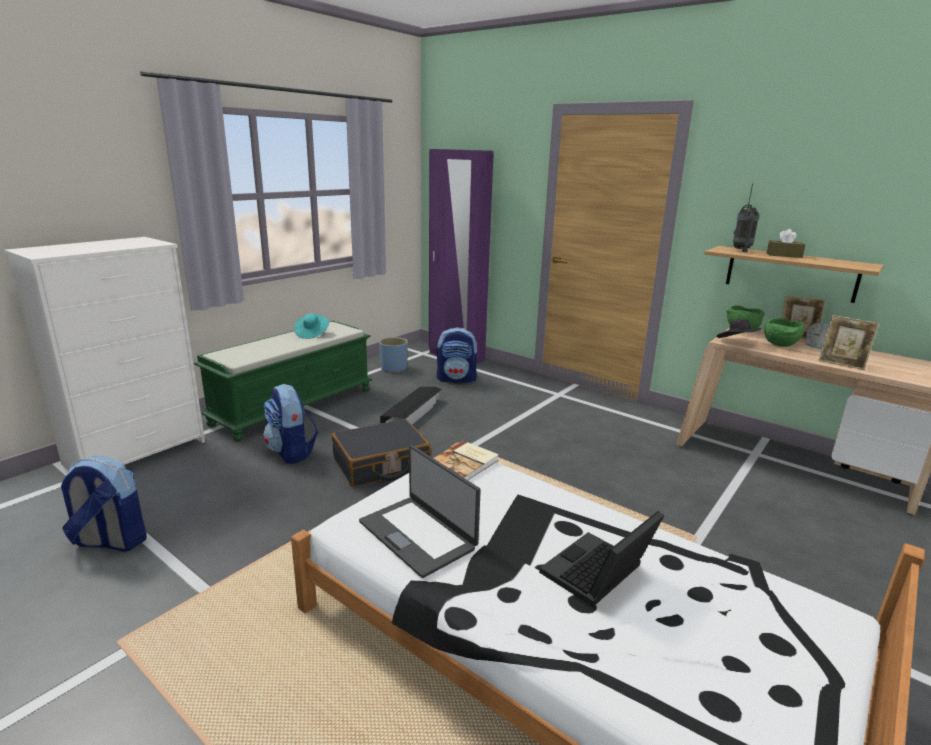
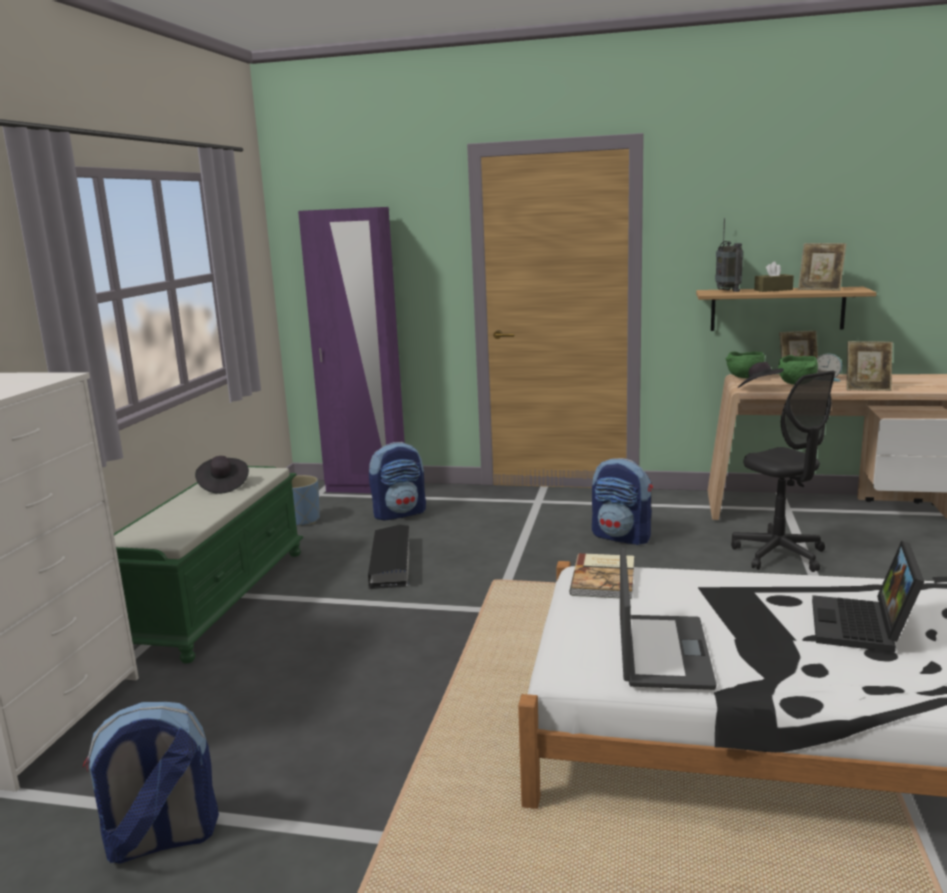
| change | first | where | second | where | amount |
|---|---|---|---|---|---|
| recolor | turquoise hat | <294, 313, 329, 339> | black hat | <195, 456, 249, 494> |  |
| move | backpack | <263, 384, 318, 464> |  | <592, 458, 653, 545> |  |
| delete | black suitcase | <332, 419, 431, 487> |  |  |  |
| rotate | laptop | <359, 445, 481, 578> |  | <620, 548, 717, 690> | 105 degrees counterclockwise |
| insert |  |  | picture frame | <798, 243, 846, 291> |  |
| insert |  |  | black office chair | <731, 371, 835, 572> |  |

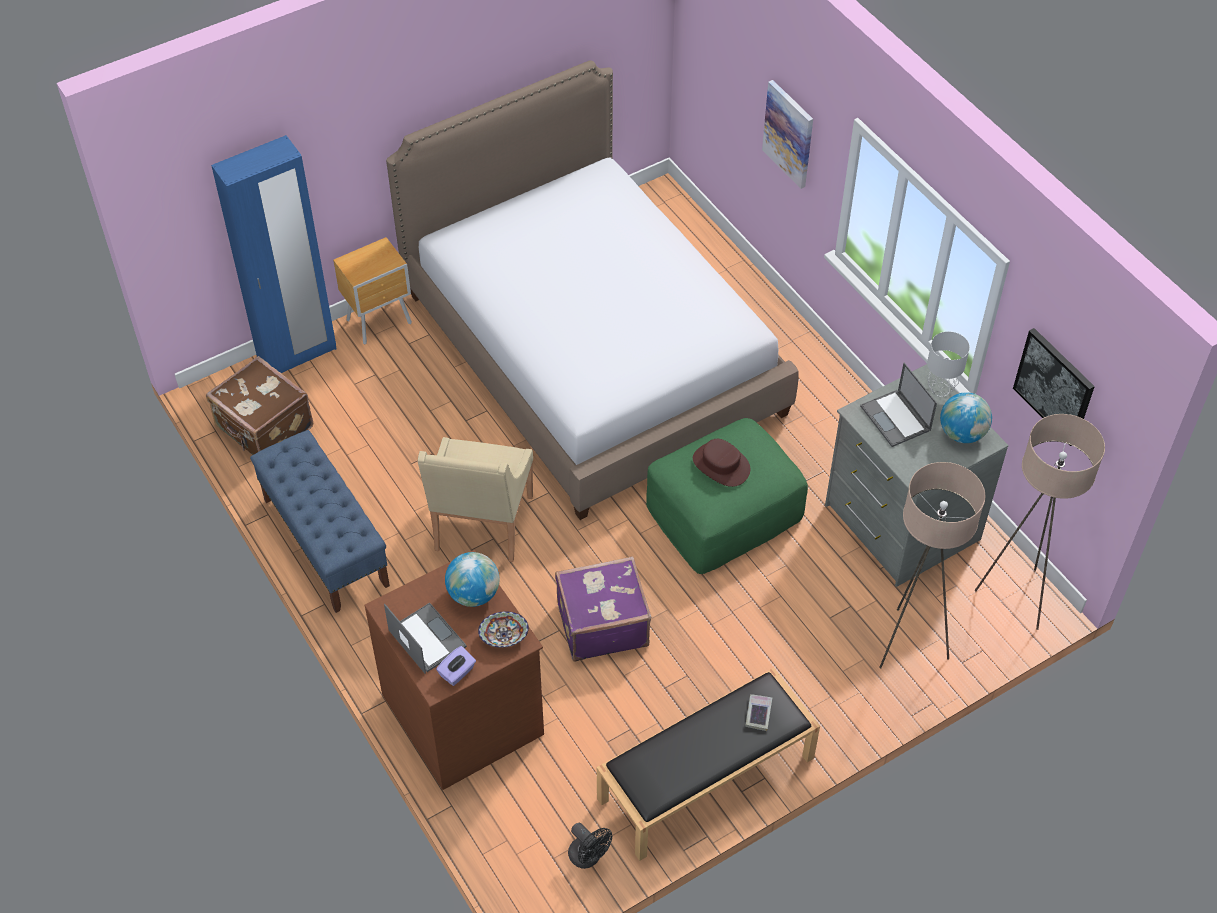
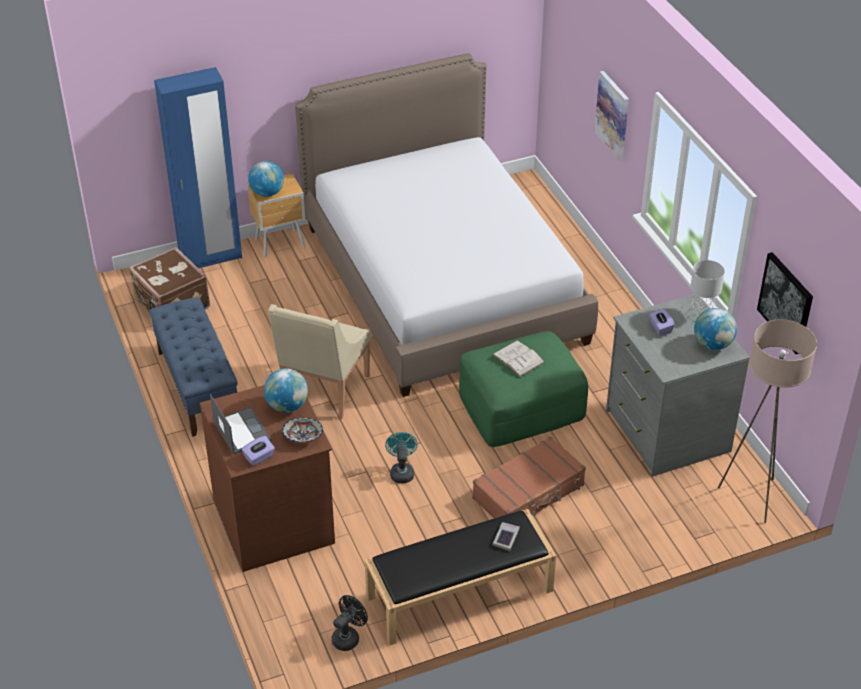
| change | first | where | second | where | amount |
|---|---|---|---|---|---|
| replace | laptop | <860, 363, 937, 447> | purple tissue box | <649, 308, 675, 335> |  |
| replace | brown hat | <693, 439, 750, 487> | white book | <492, 340, 545, 377> |  |
| delete | beige floor lamp | <879, 462, 985, 669> |  |  |  |
| replace | purple suitcase | <555, 556, 651, 661> | turquoise fan | <385, 432, 418, 483> |  |
| rotate | black fan | <568, 823, 612, 869> |  | <331, 595, 368, 651> | 105 degrees counterclockwise |
| insert |  |  | globe | <248, 161, 284, 197> |  |
| insert |  |  | brown suitcase | <472, 436, 586, 518> |  |

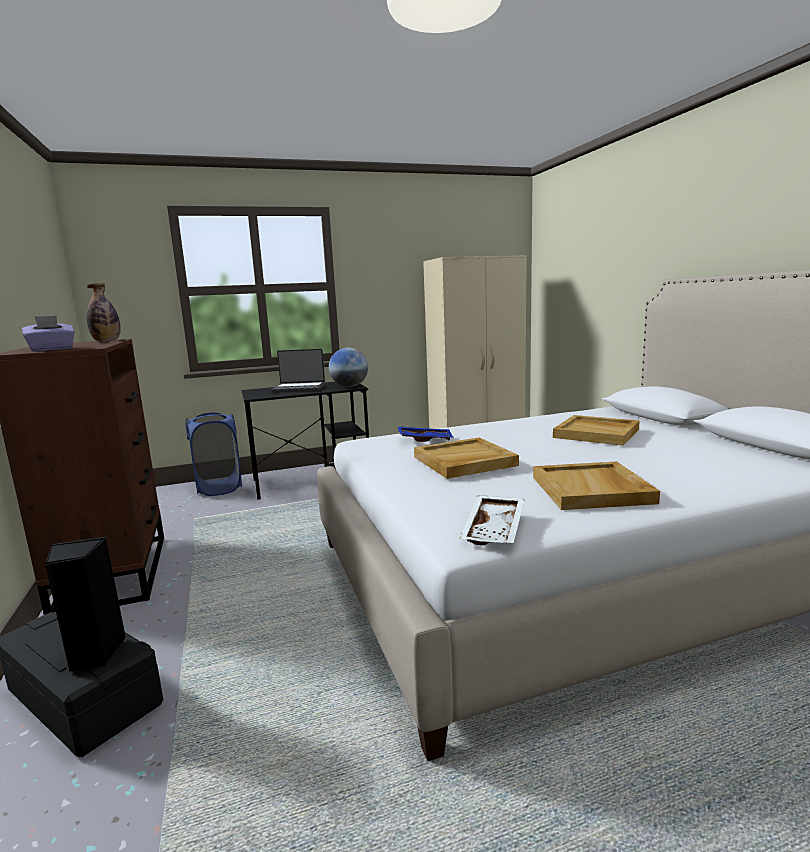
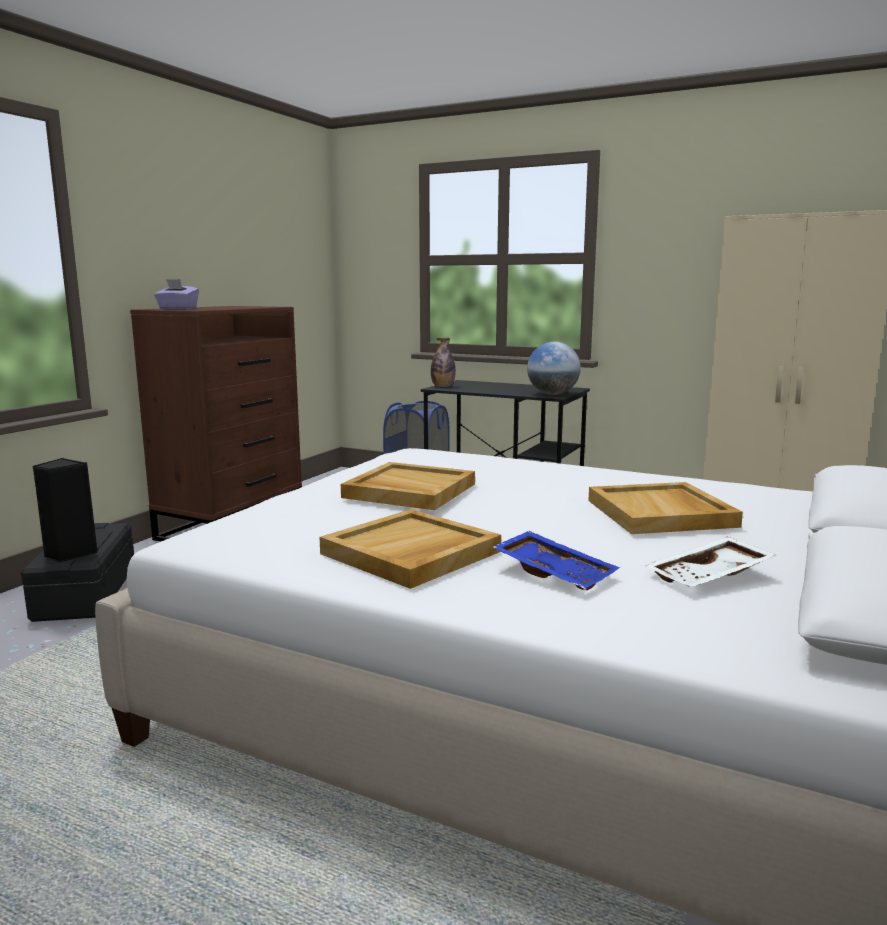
| change | first | where | second | where | amount |
|---|---|---|---|---|---|
| move | bottle | <86, 283, 121, 342> |  | <431, 338, 456, 387> |  |
| delete | laptop | <271, 349, 325, 393> |  |  |  |
| move | blue tray | <398, 426, 454, 442> |  | <493, 531, 620, 590> |  |
| move | white tray | <459, 495, 525, 545> |  | <645, 537, 777, 587> |  |

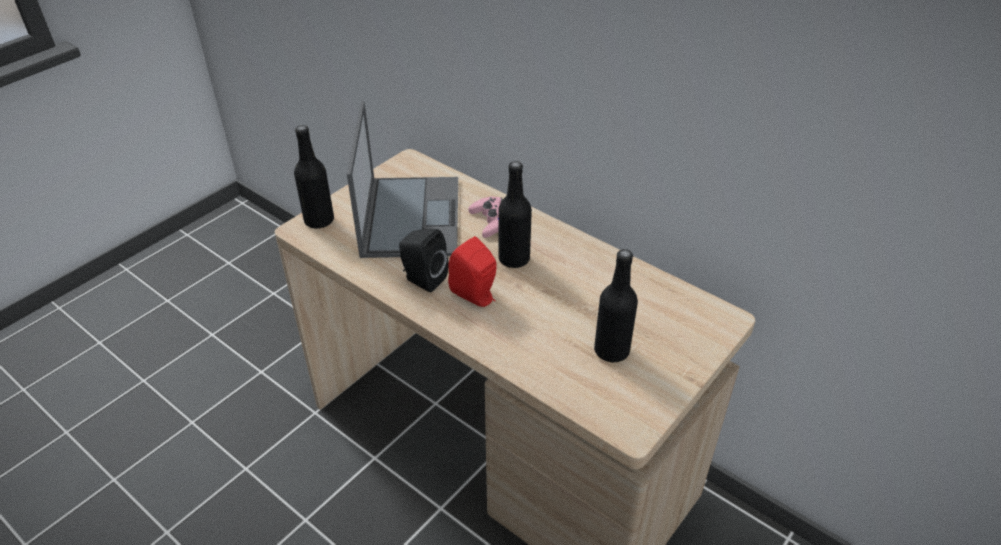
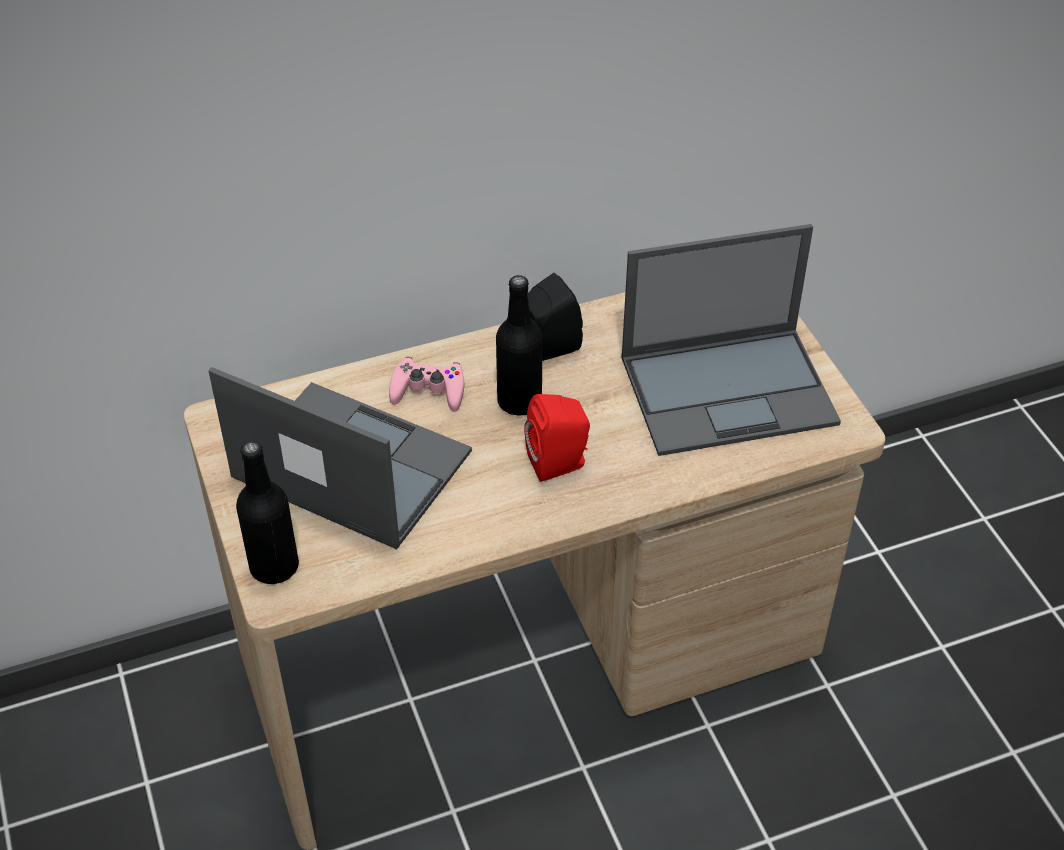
| change | first | where | second | where | amount |
|---|---|---|---|---|---|
| move | black speaker | <399, 229, 449, 293> |  | <528, 273, 583, 361> |  |
| replace | black bottle | <594, 249, 638, 362> | laptop | <621, 224, 841, 456> |  |

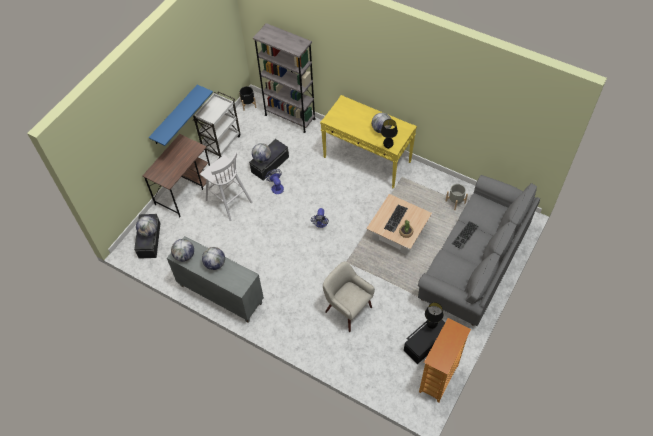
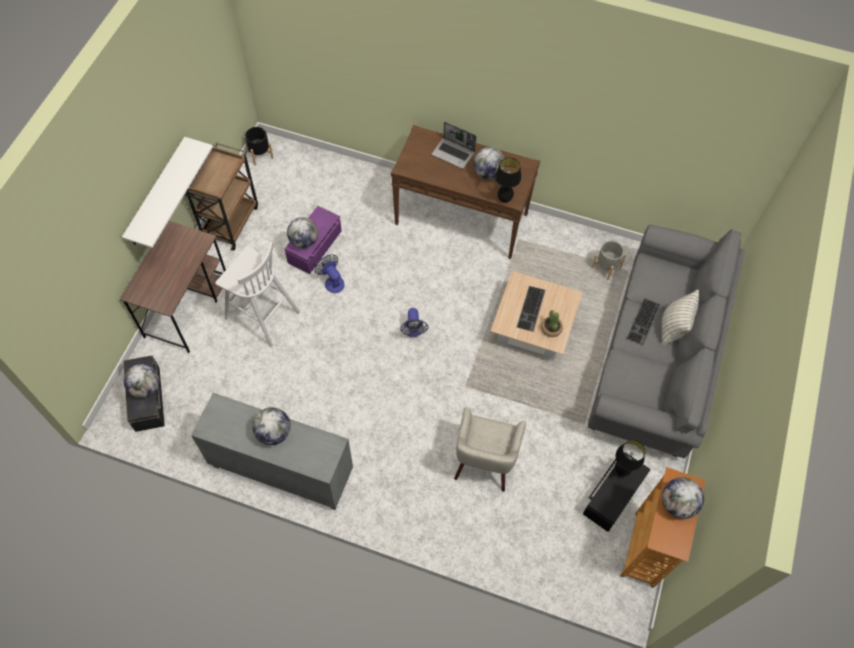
| change | first | where | second | where | amount |
|---|---|---|---|---|---|
| delete | grey bookcase | <253, 23, 316, 133> |  |  |  |
| recolor | blue shelf | <149, 85, 213, 146> | white shelf | <122, 137, 213, 248> |  |
| recolor | white cart | <193, 92, 240, 159> | brown cart | <185, 142, 258, 250> |  |
| recolor | yellow console table | <320, 95, 417, 189> | brown console table | <391, 125, 540, 259> |  |
| recolor | black storage box | <249, 139, 289, 181> | purple storage box | <285, 206, 342, 274> |  |
| move | globe | <171, 239, 194, 262> |  | <662, 477, 704, 519> |  |
| rotate | beige armchair | <323, 261, 375, 332> |  | <454, 407, 526, 492> | 105 degrees counterclockwise |
| insert |  |  | laptop | <432, 122, 477, 169> |  |
| insert |  |  | pillow | <661, 290, 699, 346> |  |

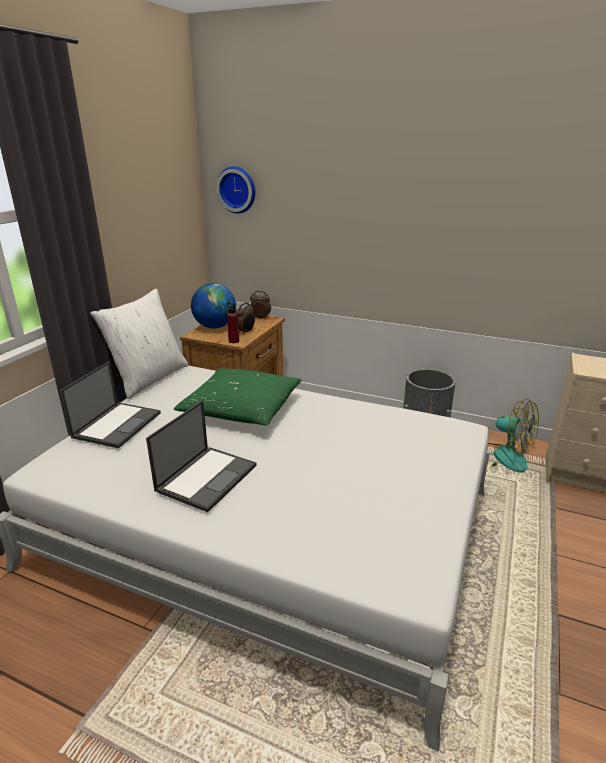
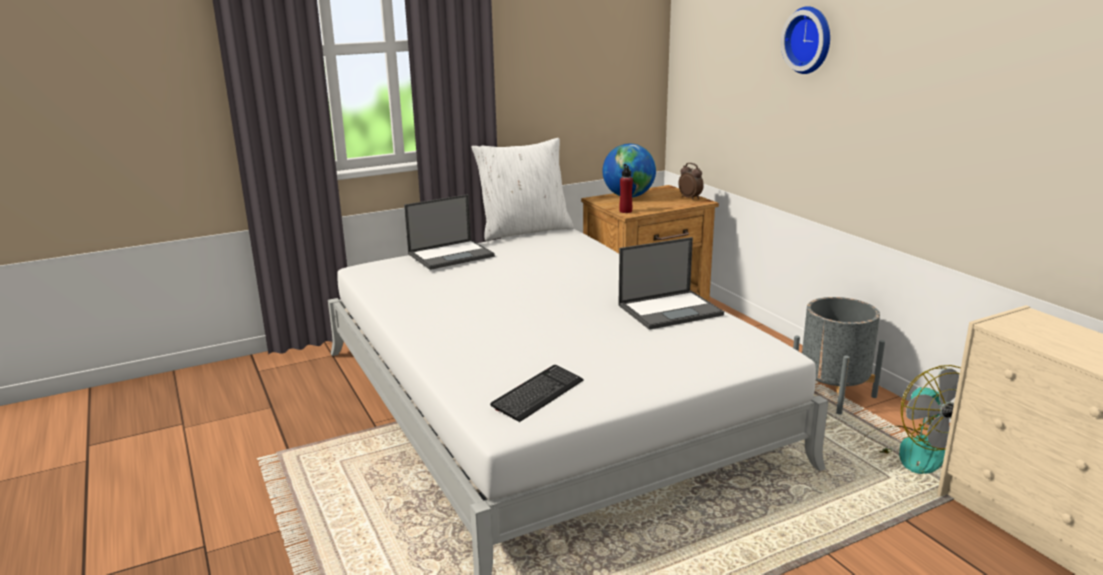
| change | first | where | second | where | amount |
|---|---|---|---|---|---|
| move | wall clock | <216, 166, 256, 214> |  | <781, 6, 830, 74> |  |
| delete | alarm clock | <236, 303, 255, 335> |  |  |  |
| delete | green pillow | <174, 368, 301, 425> |  |  |  |
| move | laptop | <146, 400, 257, 512> |  | <618, 237, 724, 330> |  |
| insert |  |  | keyboard | <490, 365, 584, 422> |  |

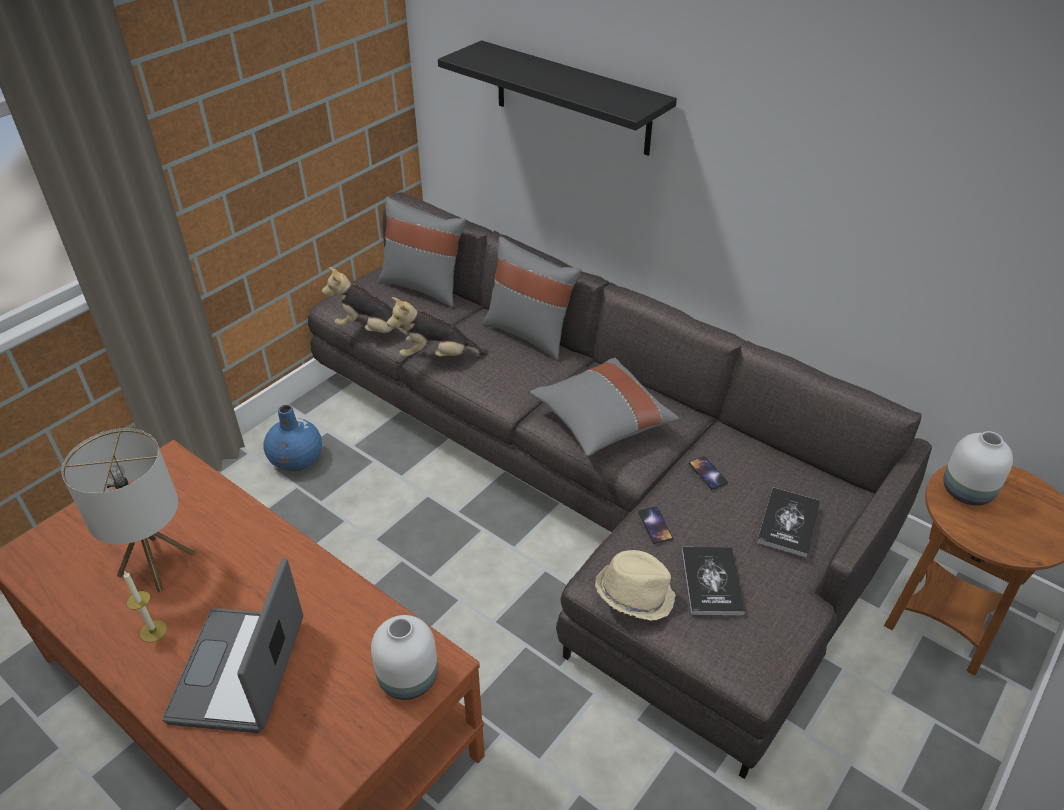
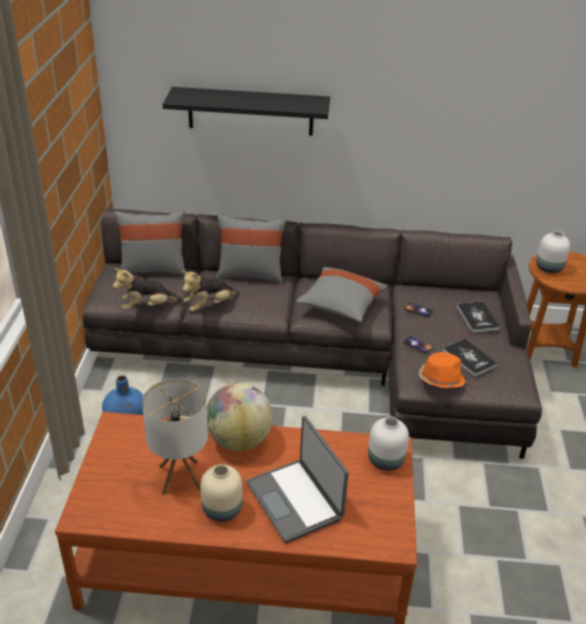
| change | first | where | second | where | amount |
|---|---|---|---|---|---|
| recolor | beige hat | <595, 550, 676, 621> | orange hat | <419, 352, 466, 388> |  |
| replace | candle | <123, 571, 167, 642> | beige vase | <200, 464, 243, 522> |  |
| insert |  |  | globe | <206, 383, 273, 451> |  |

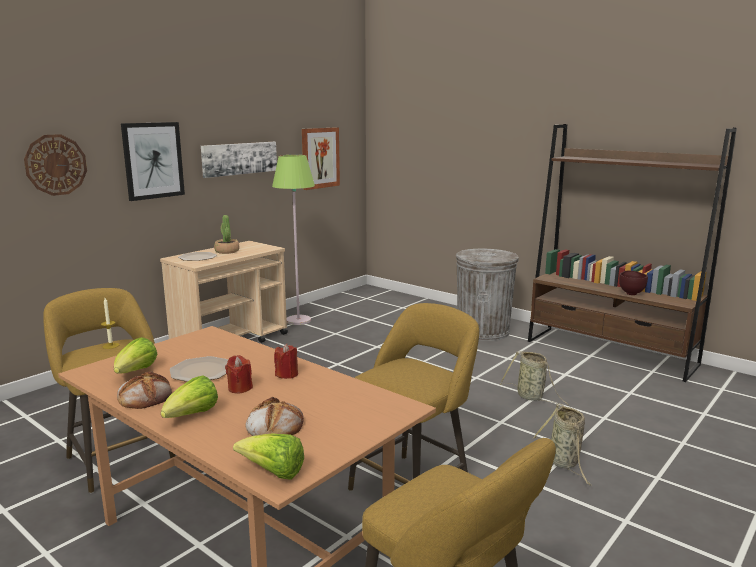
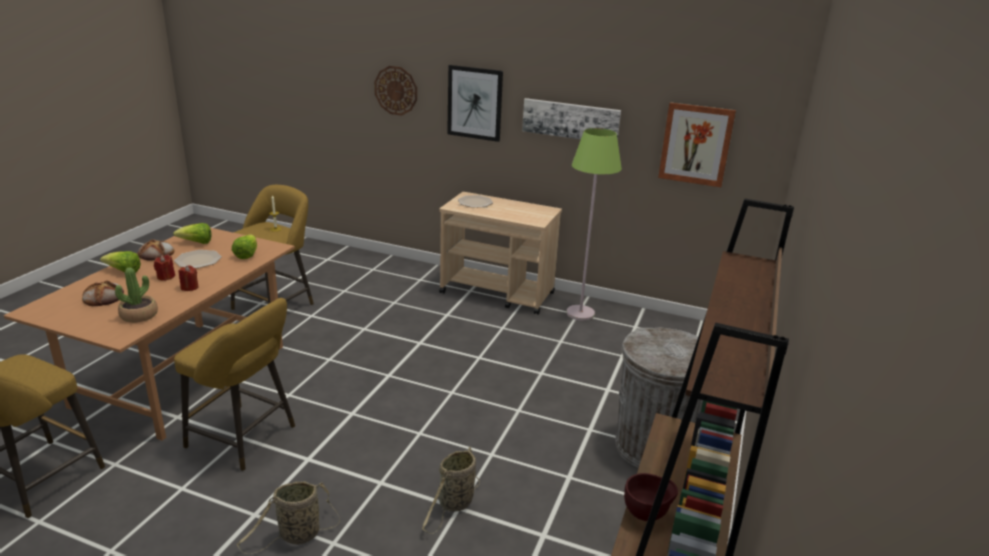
| change | first | where | second | where | amount |
|---|---|---|---|---|---|
| move | potted plant | <214, 215, 239, 254> |  | <115, 267, 158, 323> |  |
| move | lettuce | <233, 433, 304, 480> |  | <232, 234, 257, 259> |  |

